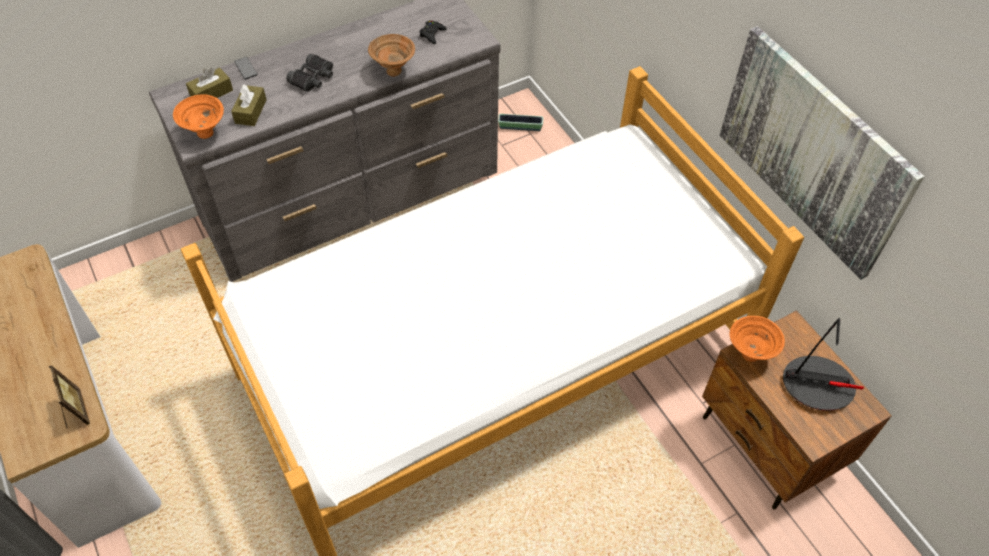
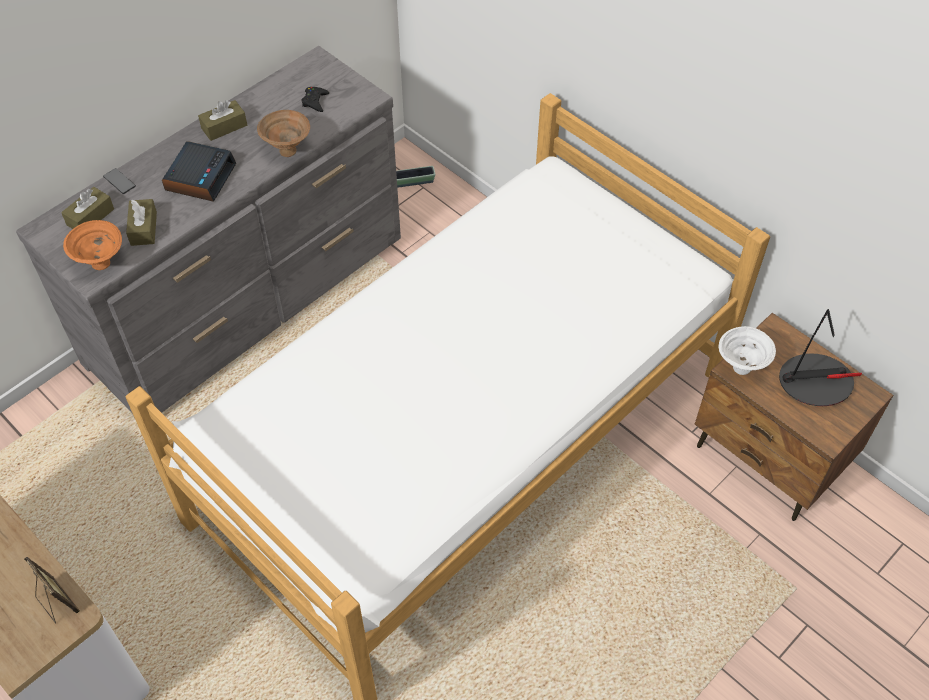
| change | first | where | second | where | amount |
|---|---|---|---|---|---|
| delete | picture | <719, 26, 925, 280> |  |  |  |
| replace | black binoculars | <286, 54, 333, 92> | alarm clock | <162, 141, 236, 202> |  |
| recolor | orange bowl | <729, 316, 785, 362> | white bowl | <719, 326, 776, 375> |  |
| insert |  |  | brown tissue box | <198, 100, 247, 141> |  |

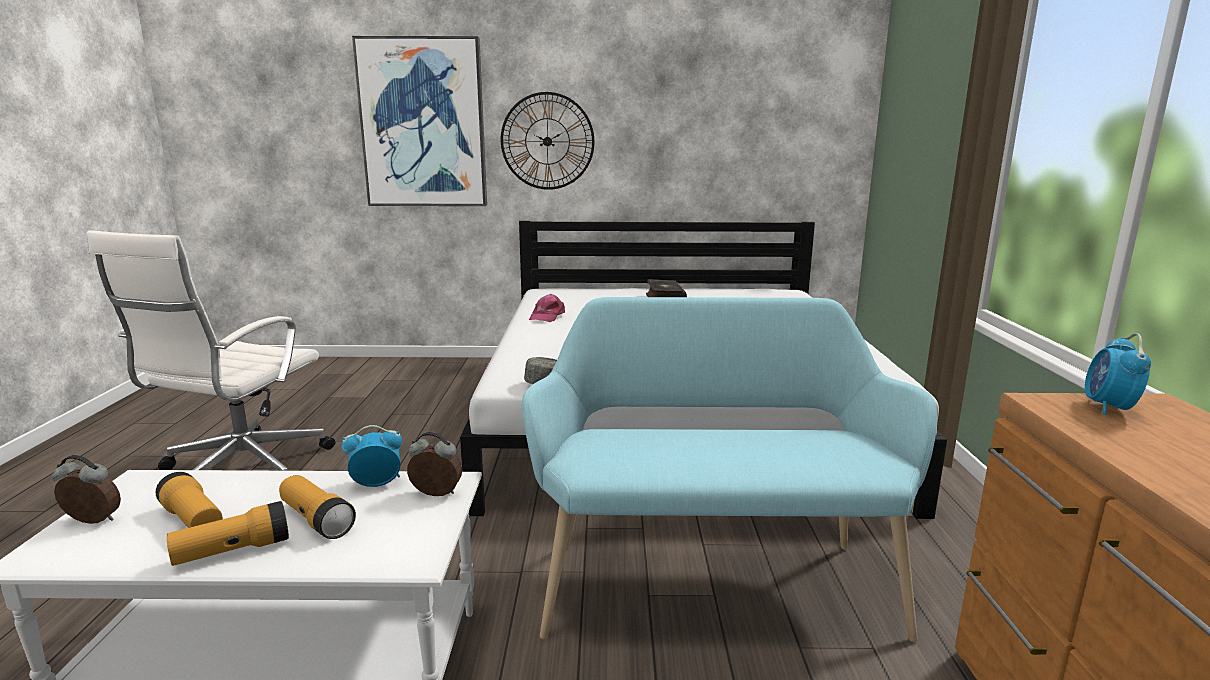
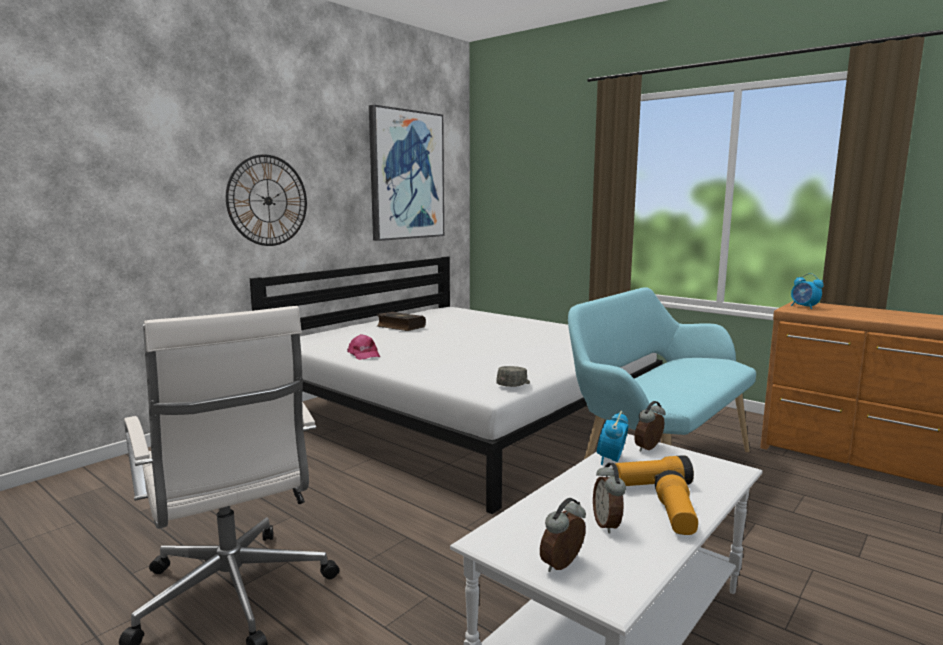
| change | first | where | second | where | amount |
|---|---|---|---|---|---|
| move | picture | <352, 36, 487, 206> |  | <369, 105, 444, 241> |  |
| replace | flashlight | <156, 472, 223, 528> | alarm clock | <593, 463, 626, 534> |  |

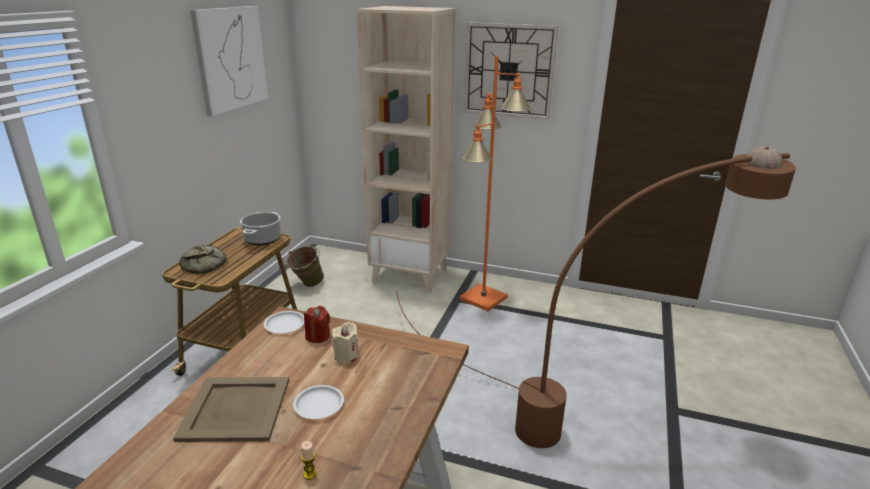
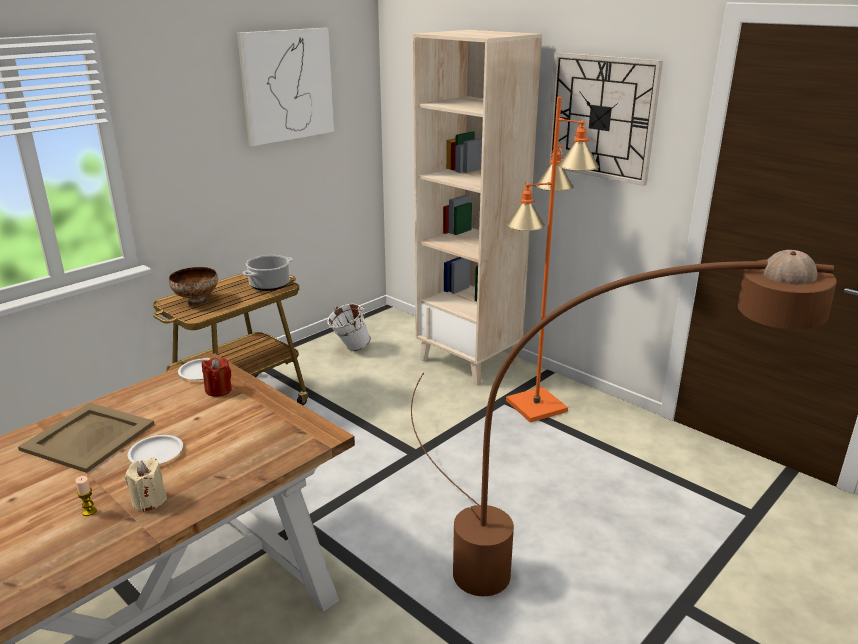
| change | first | where | second | where | amount |
|---|---|---|---|---|---|
| replace | bread | <179, 245, 227, 274> | bowl | <169, 267, 218, 306> |  |
| recolor | green bucket | <286, 246, 324, 287> | white bucket | <327, 303, 371, 351> |  |
| move | beige candle | <332, 322, 359, 363> |  | <125, 457, 167, 512> |  |

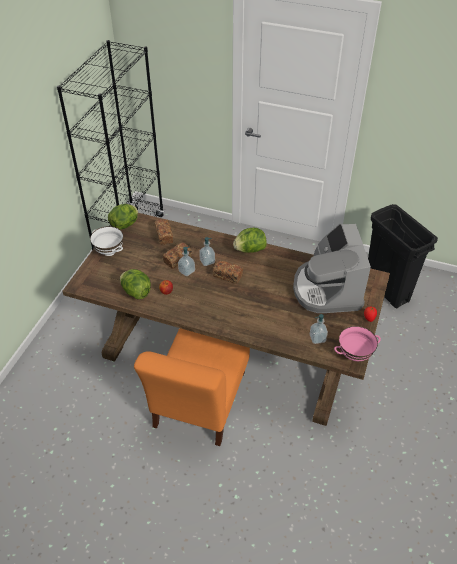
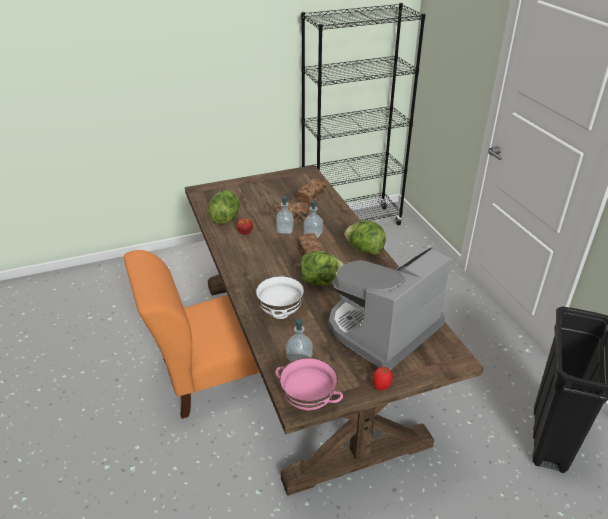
| change | first | where | second | where | amount |
|---|---|---|---|---|---|
| move | lettuce | <108, 204, 138, 230> |  | <300, 251, 344, 285> |  |
| move | white bowl | <90, 226, 123, 256> |  | <256, 275, 304, 319> |  |

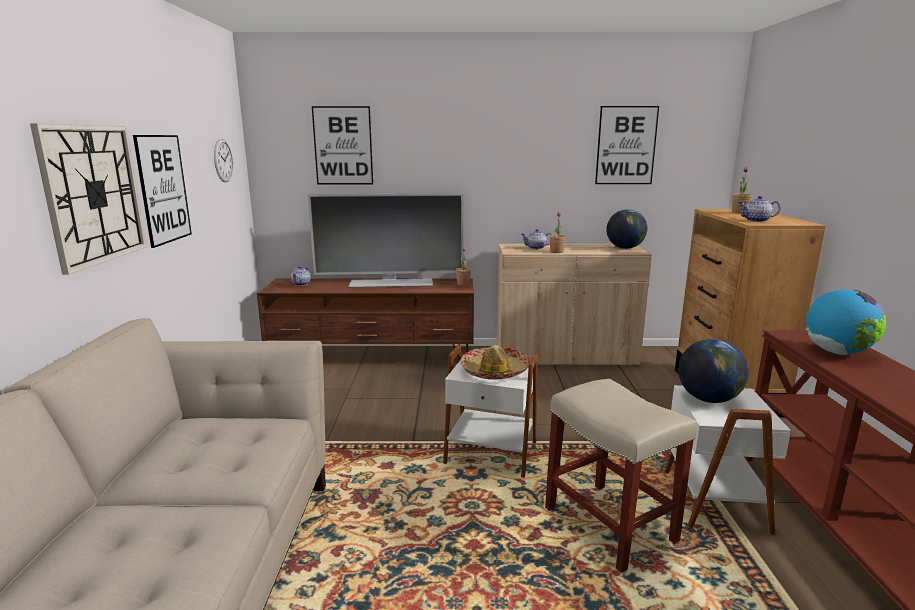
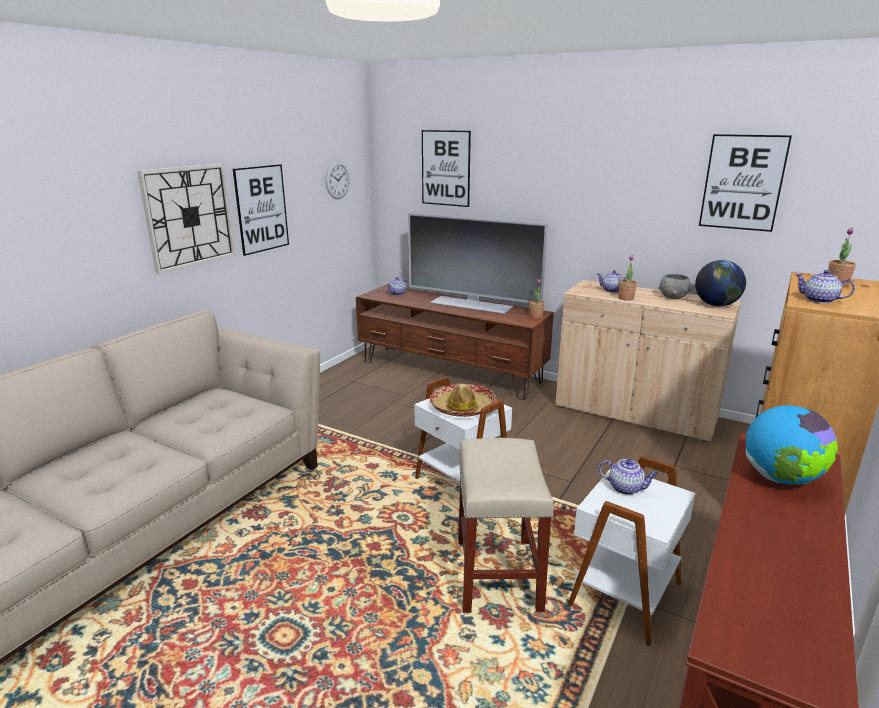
| change | first | where | second | where | amount |
|---|---|---|---|---|---|
| replace | globe | <678, 339, 749, 403> | teapot | <598, 459, 658, 495> |  |
| insert |  |  | grey bowl | <658, 274, 691, 299> |  |

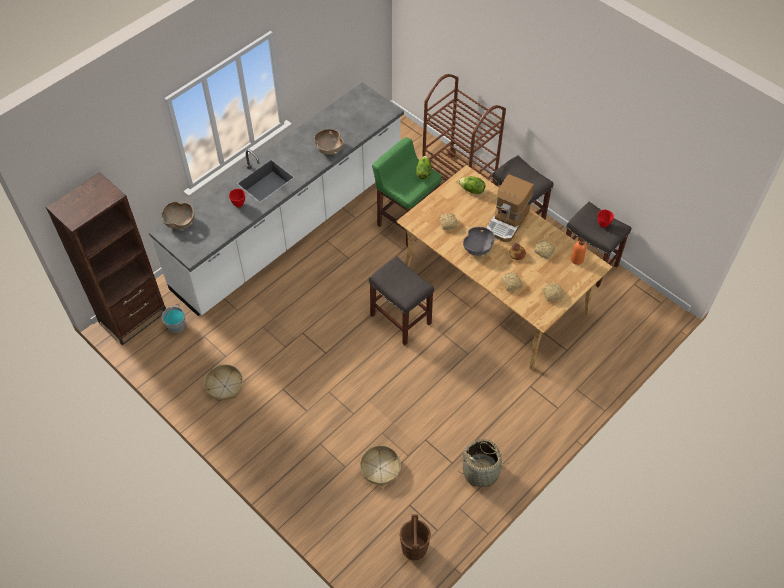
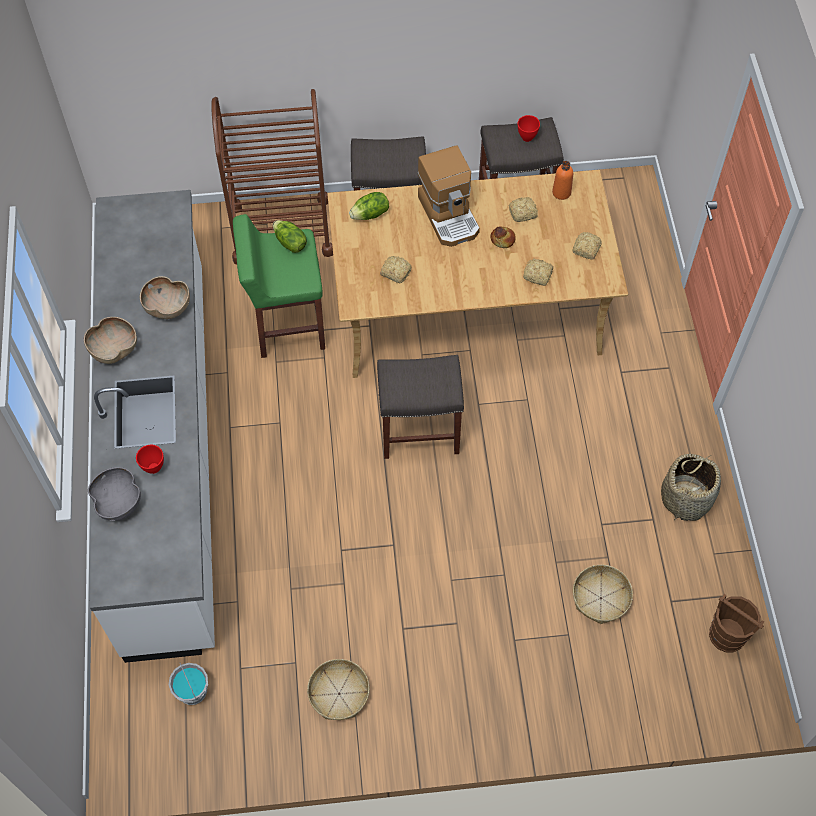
| change | first | where | second | where | amount |
|---|---|---|---|---|---|
| delete | brown bookcase | <46, 172, 166, 345> |  |  |  |
| move | brown bowl | <162, 202, 195, 229> |  | <84, 317, 137, 364> |  |
| move | grey bowl | <463, 227, 495, 256> |  | <88, 467, 141, 521> |  |

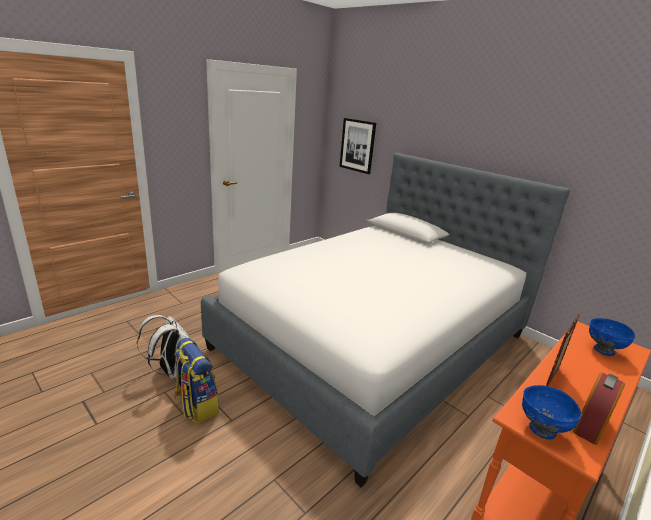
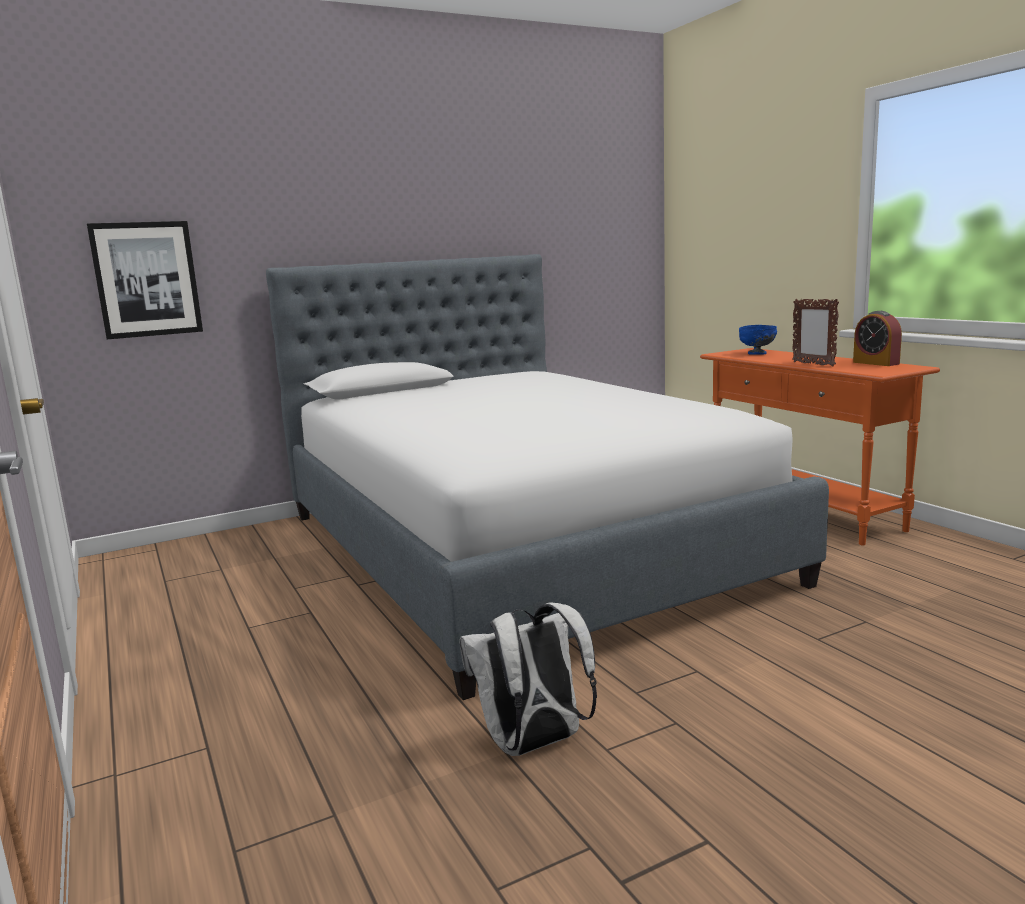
| change | first | where | second | where | amount |
|---|---|---|---|---|---|
| delete | backpack | <174, 338, 219, 424> |  |  |  |
| delete | blue bowl | <522, 385, 582, 440> |  |  |  |

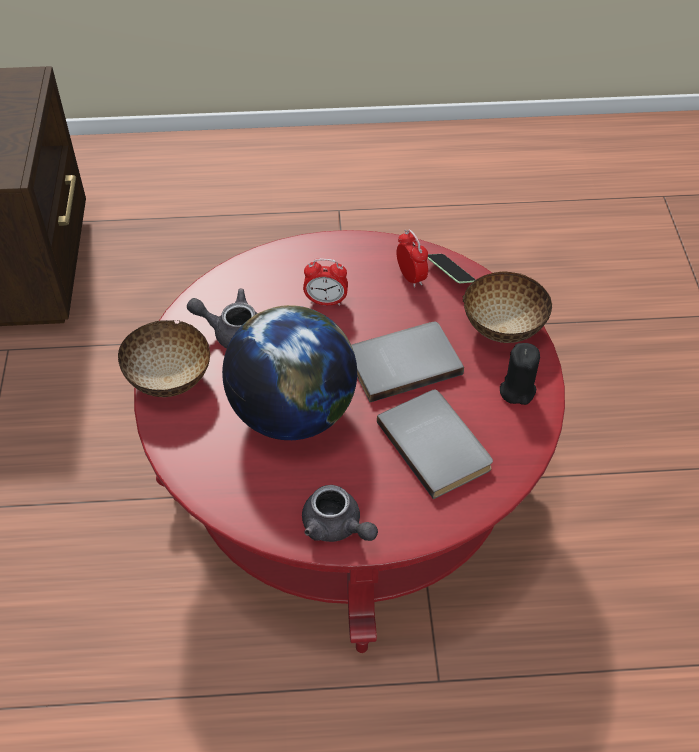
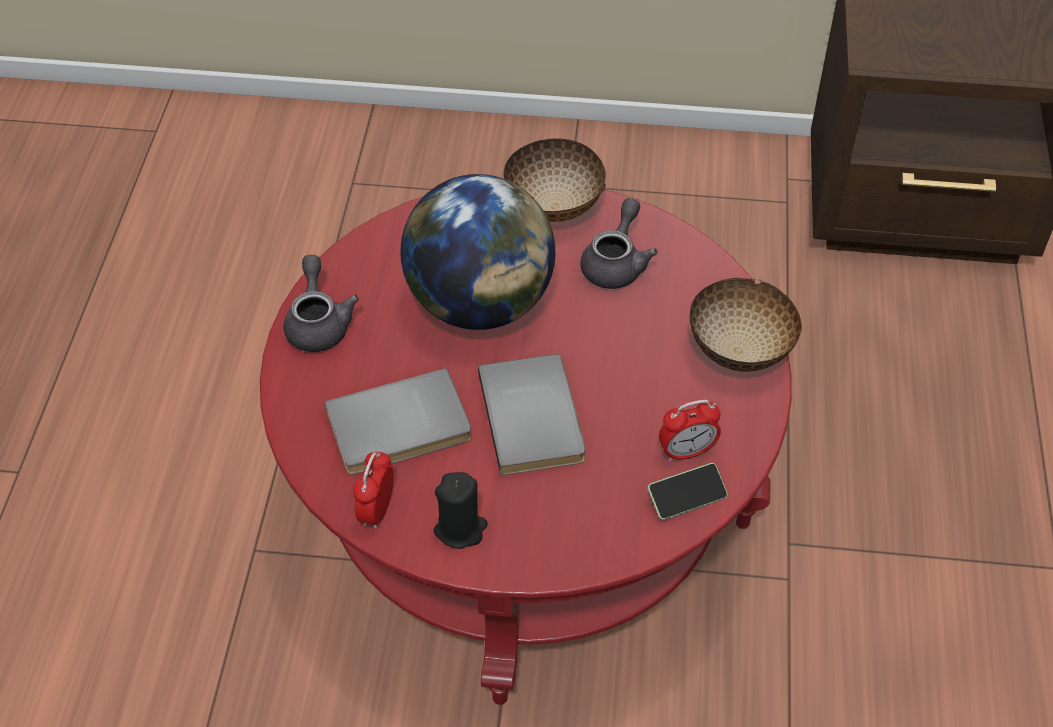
| change | first | where | second | where | amount |
|---|---|---|---|---|---|
| move | alarm clock | <303, 258, 348, 306> |  | <353, 450, 394, 529> |  |
| move | bowl | <462, 271, 552, 343> |  | <690, 278, 802, 372> |  |
| rotate | grey teapot | <302, 485, 378, 542> |  | <283, 255, 359, 352> | 120 degrees clockwise |

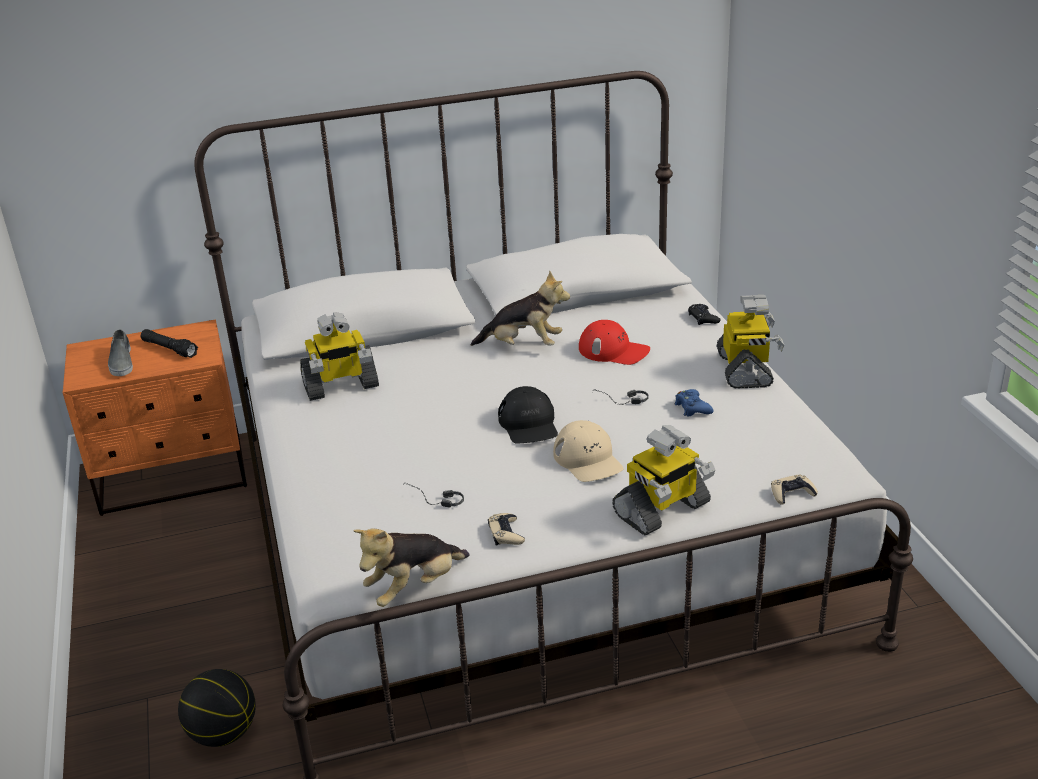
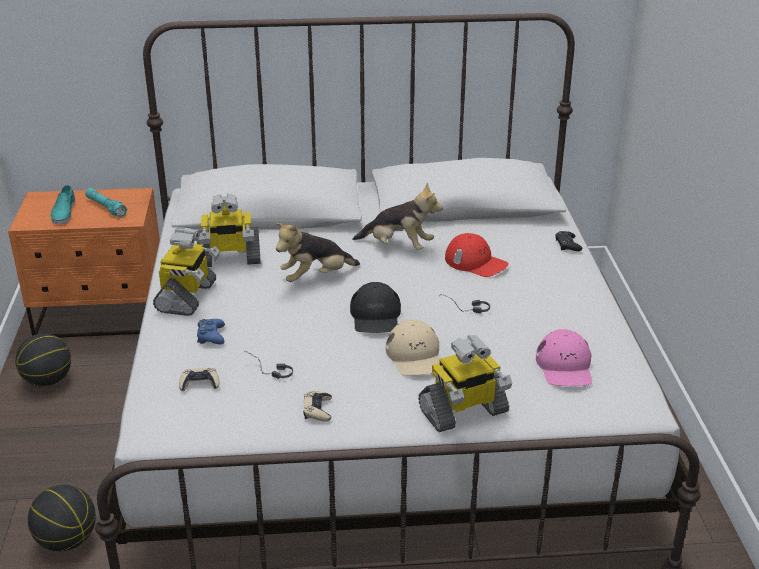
| change | first | where | second | where | amount |
|---|---|---|---|---|---|
| move | toy robot | <717, 295, 784, 388> |  | <153, 228, 220, 316> |  |
| recolor | grey shoe | <108, 329, 133, 376> | turquoise shoe | <51, 185, 75, 225> |  |
| recolor | black flashlight | <141, 329, 198, 358> | turquoise flashlight | <85, 188, 127, 217> |  |
| move | blue game controller | <675, 389, 714, 417> |  | <197, 319, 225, 344> |  |
| move | beige game controller | <771, 475, 818, 505> |  | <179, 368, 219, 391> |  |
| move | plush toy | <353, 528, 470, 607> |  | <275, 223, 360, 282> |  |
| insert |  |  | pink cap | <536, 329, 592, 386> |  |
| insert |  |  | basketball | <15, 333, 71, 387> |  |

